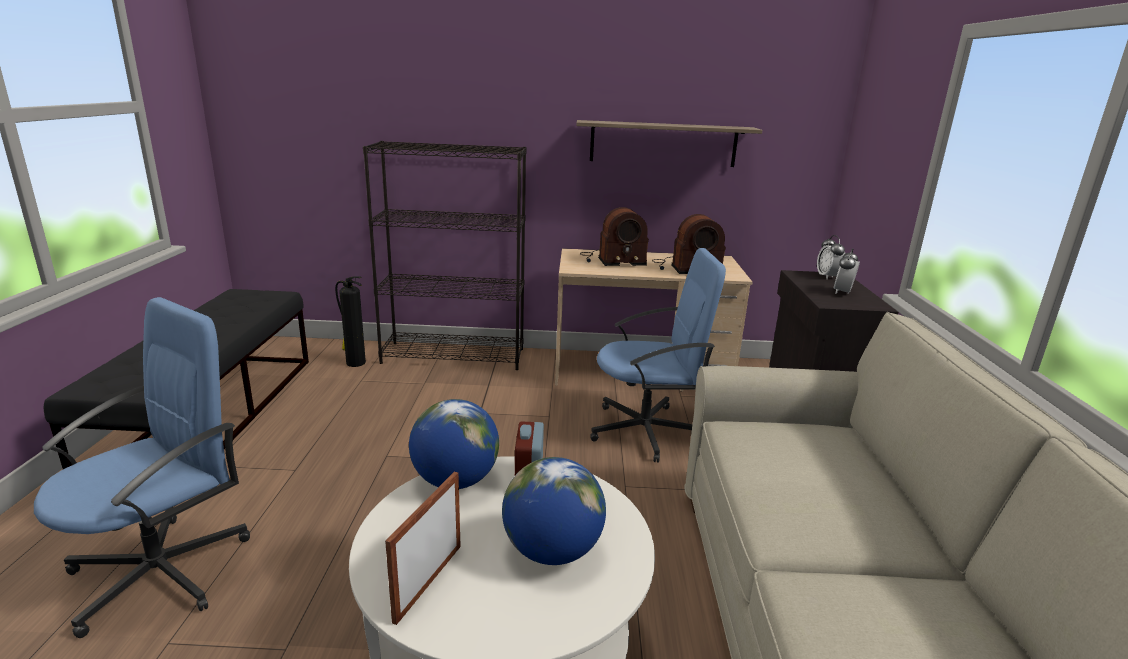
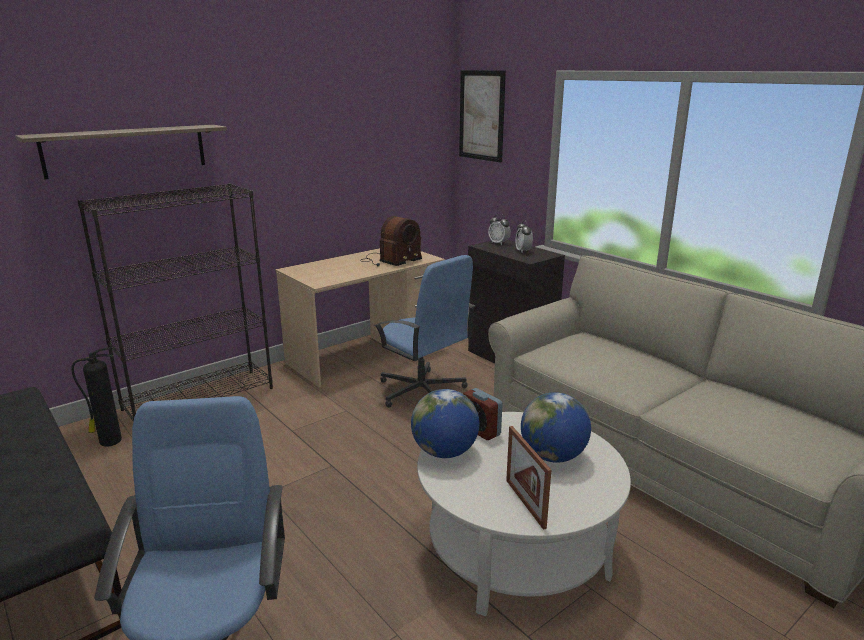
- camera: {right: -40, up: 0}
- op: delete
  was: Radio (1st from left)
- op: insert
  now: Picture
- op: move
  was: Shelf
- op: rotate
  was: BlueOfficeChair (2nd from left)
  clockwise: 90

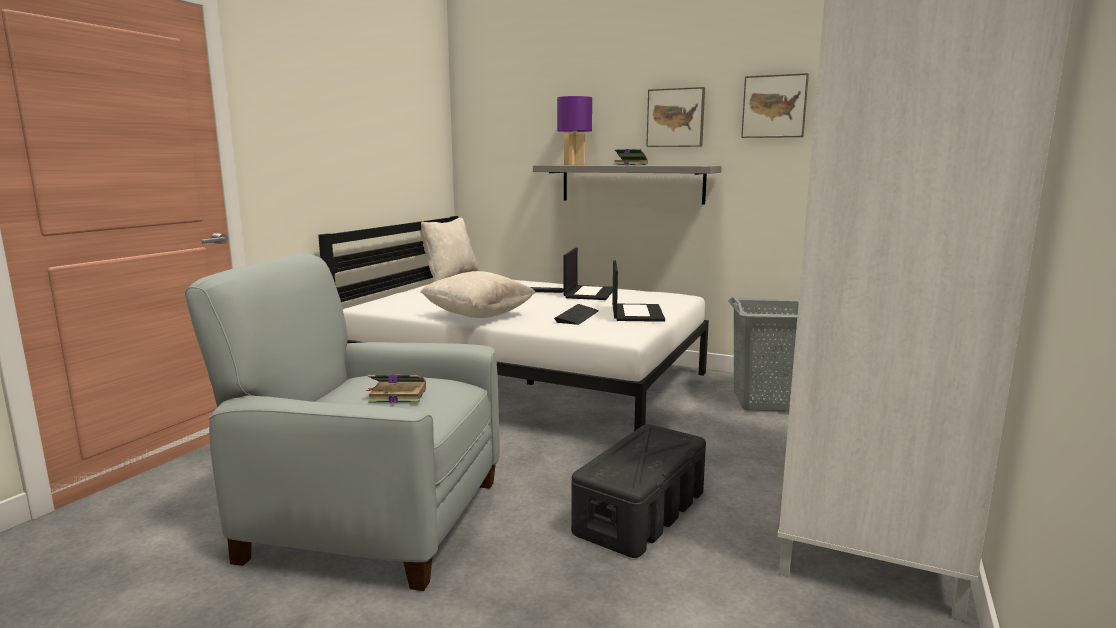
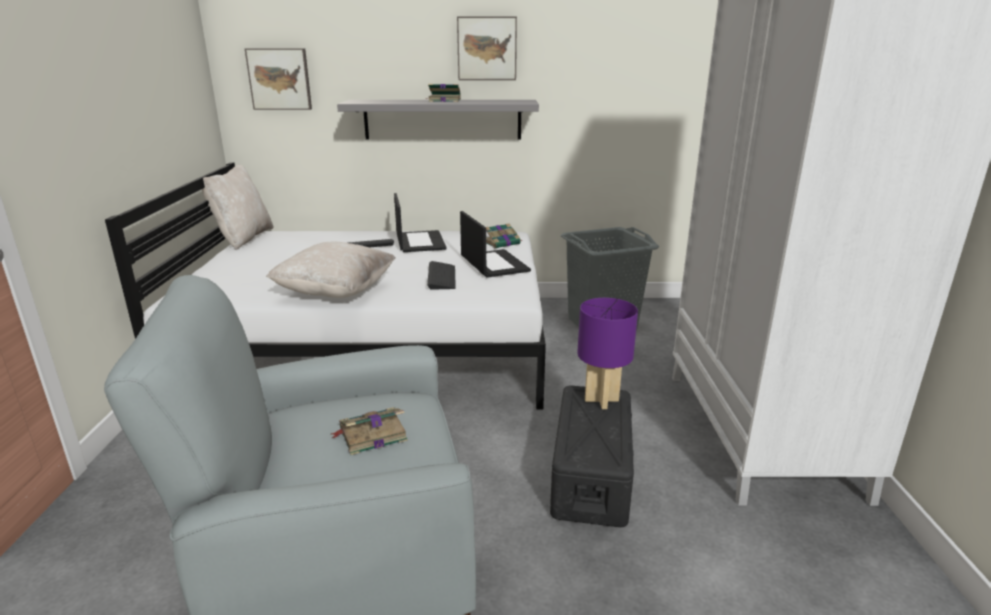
- camera: {right: -25, up: 10}
- op: insert
  now: Book (3rd from left)
- op: move
  was: PurpleTableLamp
- op: move
  was: Picture (2nd from left in the first image)
  now: Picture (1st from left)

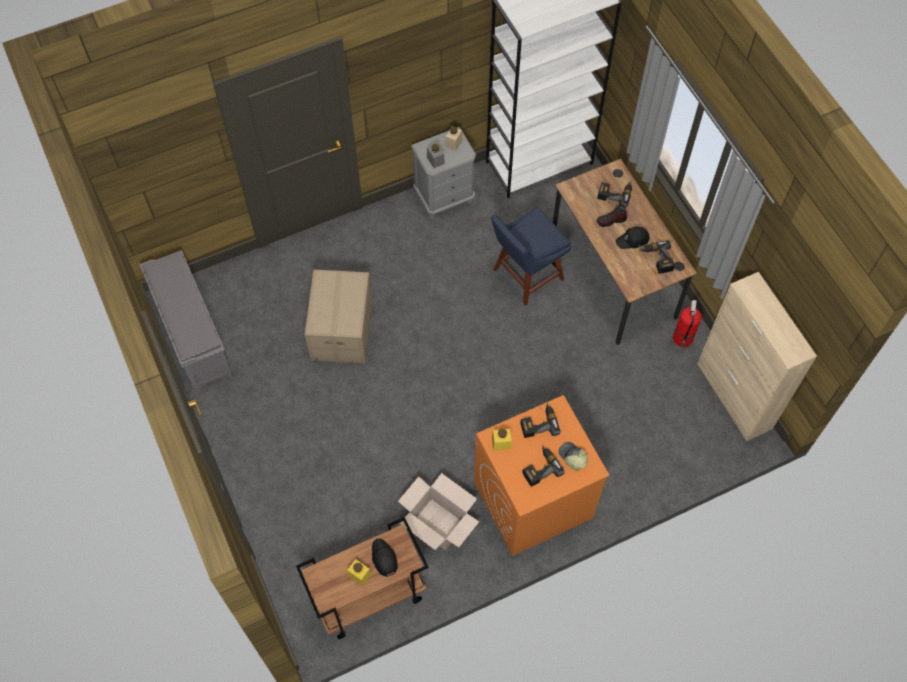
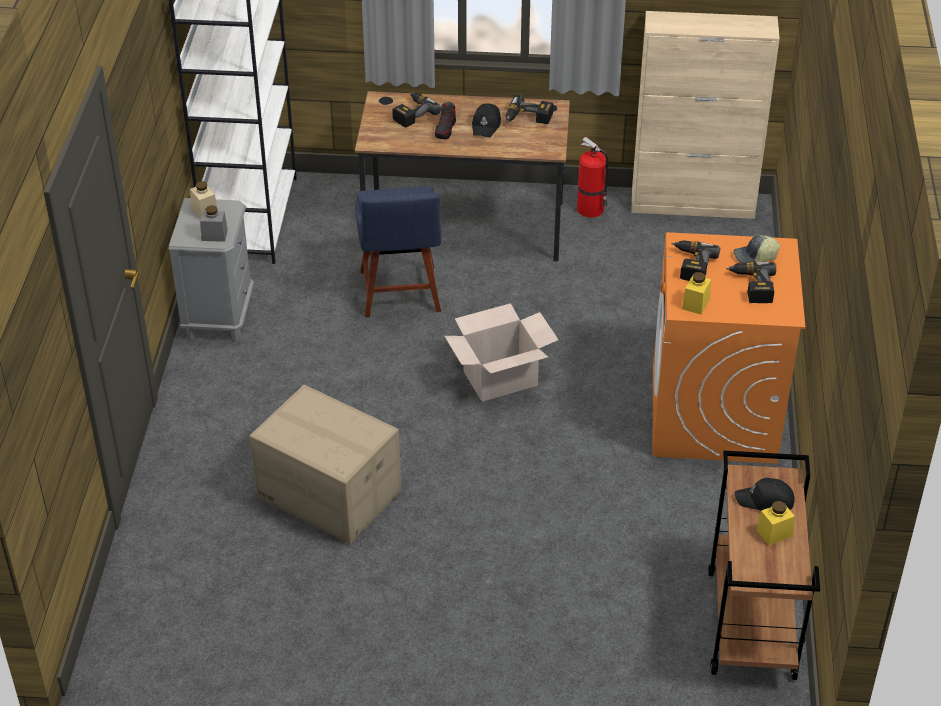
- camera: {right: -60, up: -20}
- op: delete
  was: GreyShoeRack
- op: move
  was: CardboardBox (2nd from left)

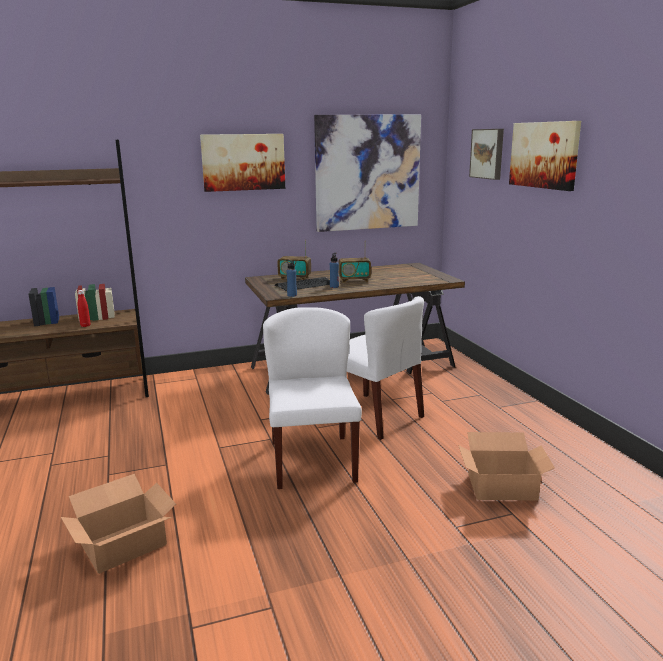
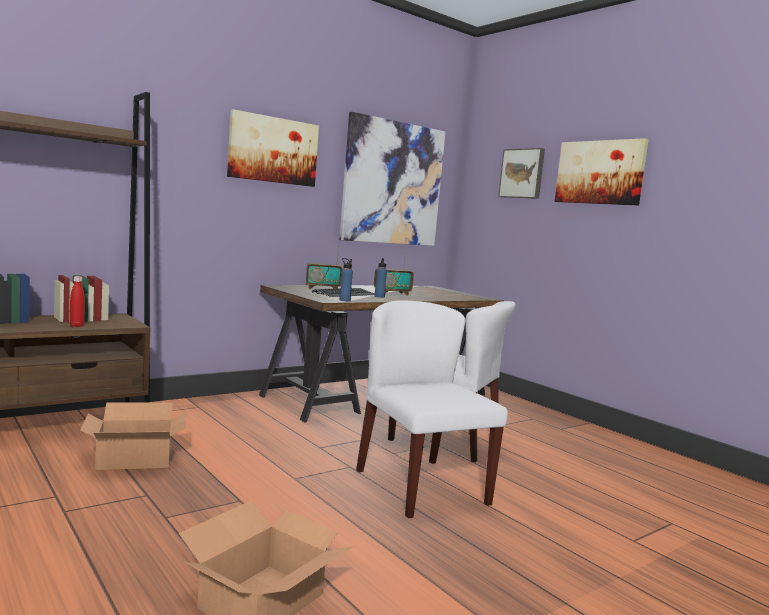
- camera: {right: -20, up: -10}
- op: move
  was: CardboardBox (2nd from left in the first image)
  now: CardboardBox (1st from left)

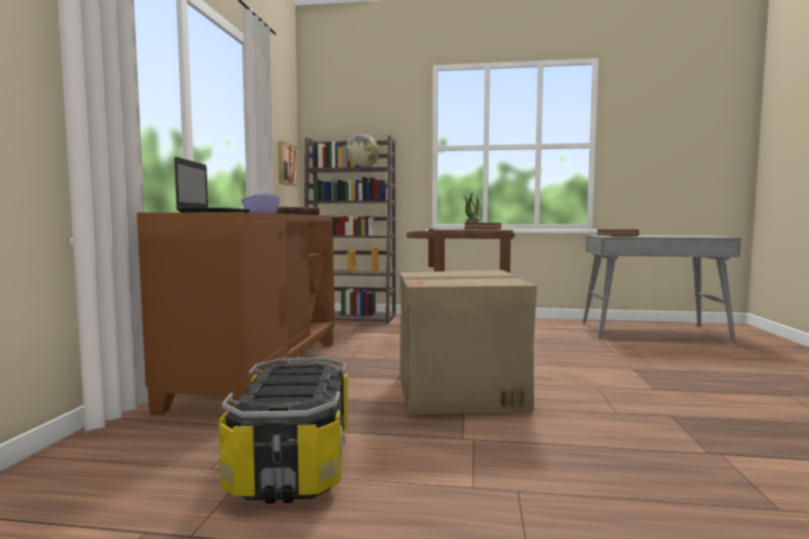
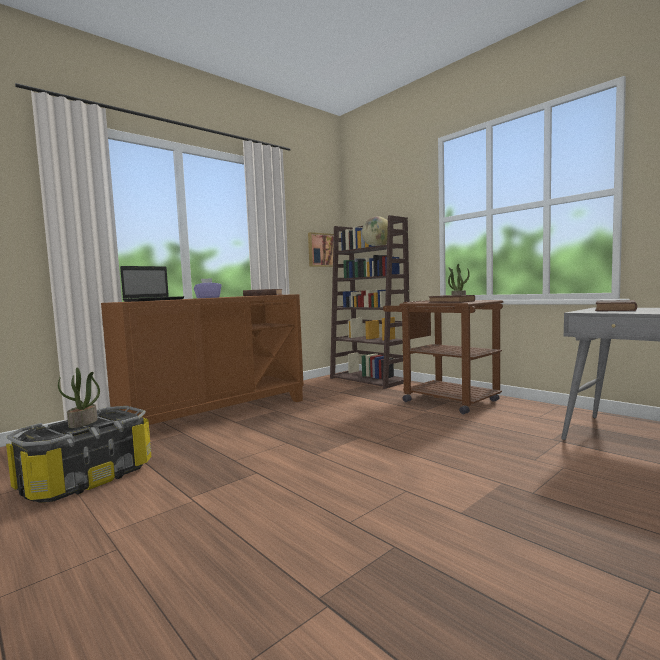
- camera: {right: 40, up: 0}
- op: delete
  was: CardboardBox
- op: insert
  now: PottedPlant (1st from left)

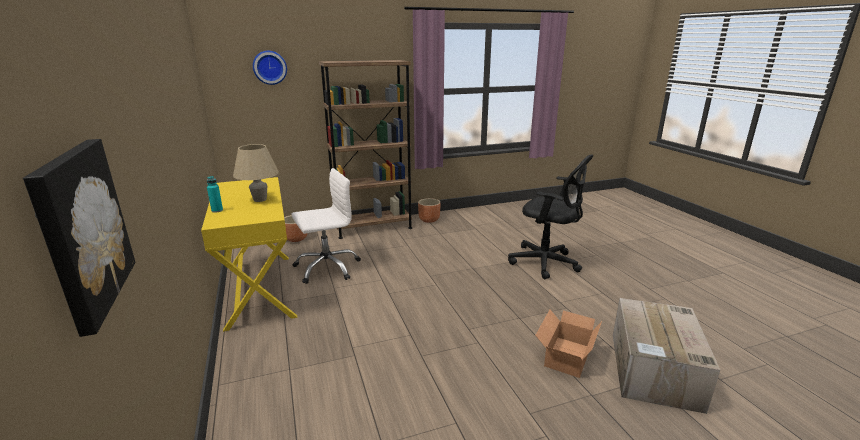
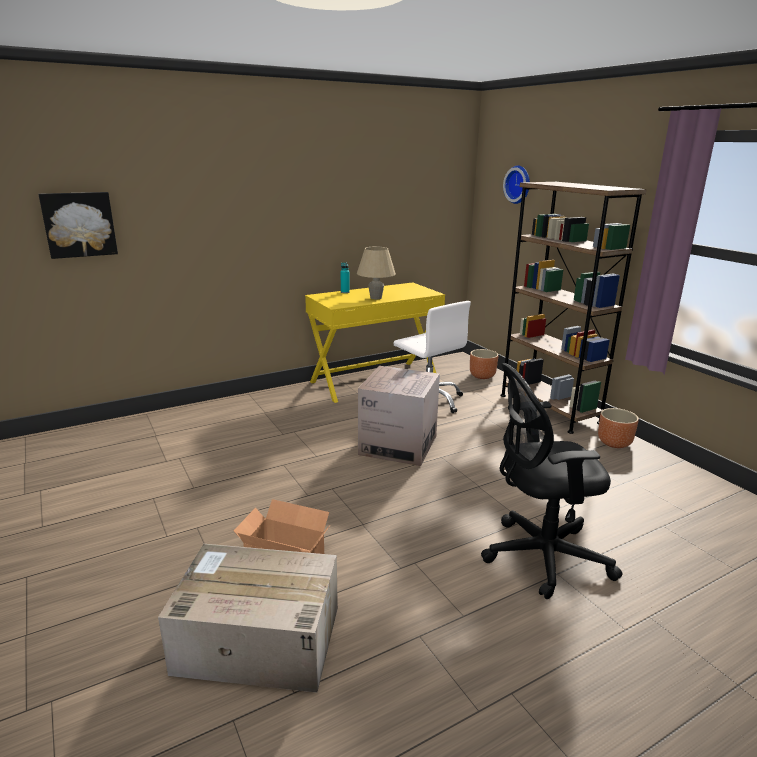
- camera: {right: 80, up: 0}
- op: insert
  now: CardboardBox (3rd from left)
- op: rotate
  was: BlackOfficeChair
  clockwise: 60

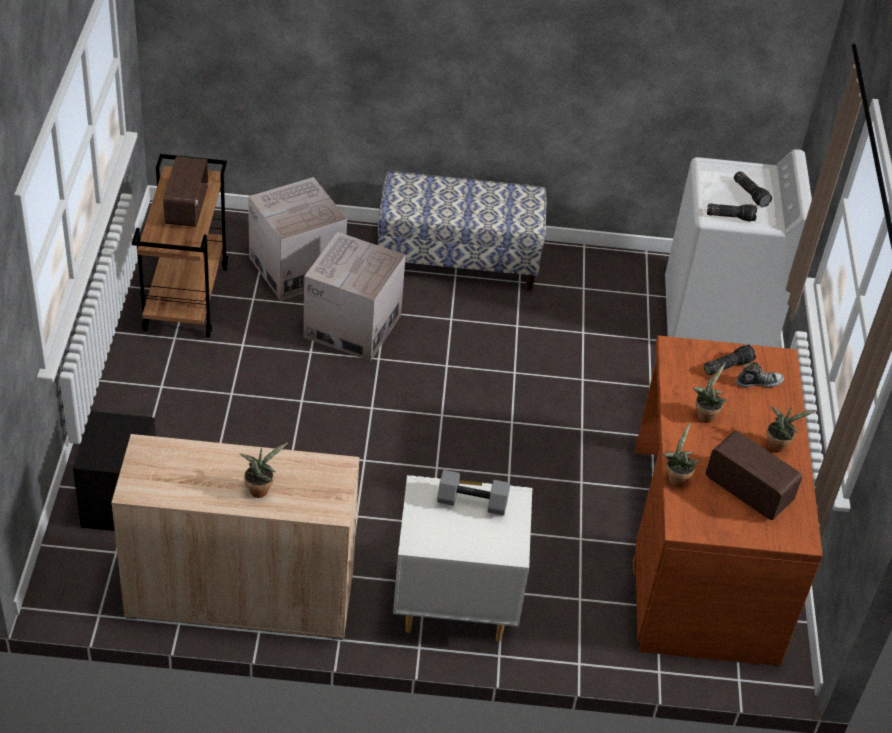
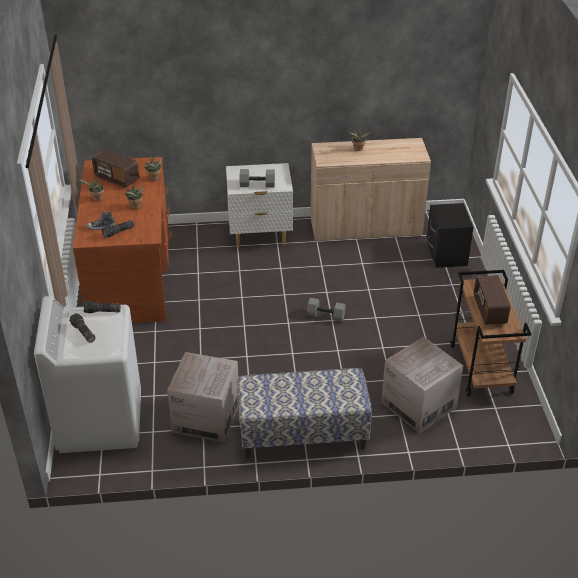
- camera: {right: 175, up: -5}
- op: insert
  now: GreyDumbbell (2nd from left)
- op: move
  was: CardboardBox (2nd from left in the first image)
  now: CardboardBox (1st from left)

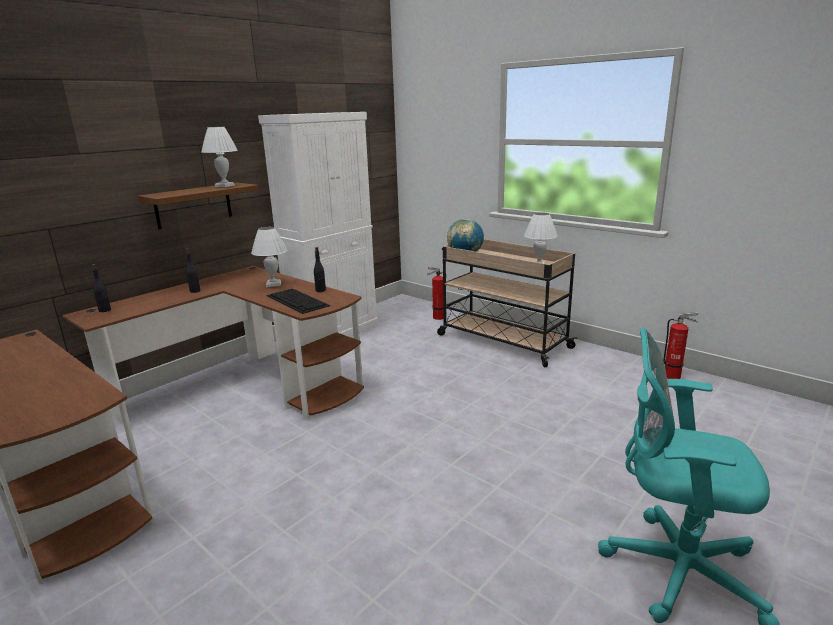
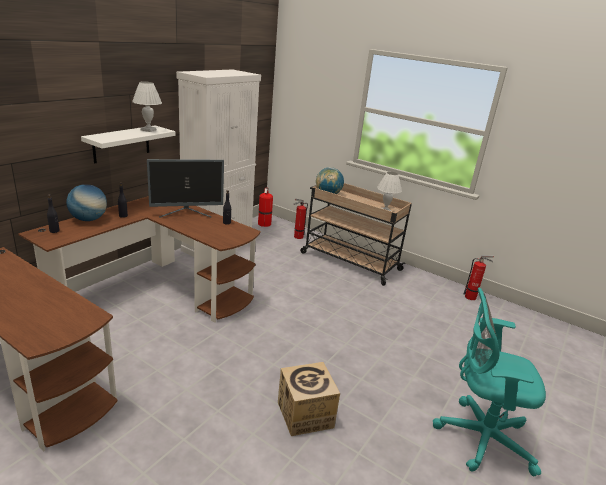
- camera: {right: -10, up: 5}
- op: delete
  was: Keyboard
- op: insert
  now: Globe (1st from left)
- op: insert
  now: FireExtinguisher (1st from left)
- op: insert
  now: CardboardBox
- op: replace
  was: WhiteTableLamp (2nd from left)
  now: Monitor
- op: recolor
  was: BrownShelf
  now: WhiteShelf

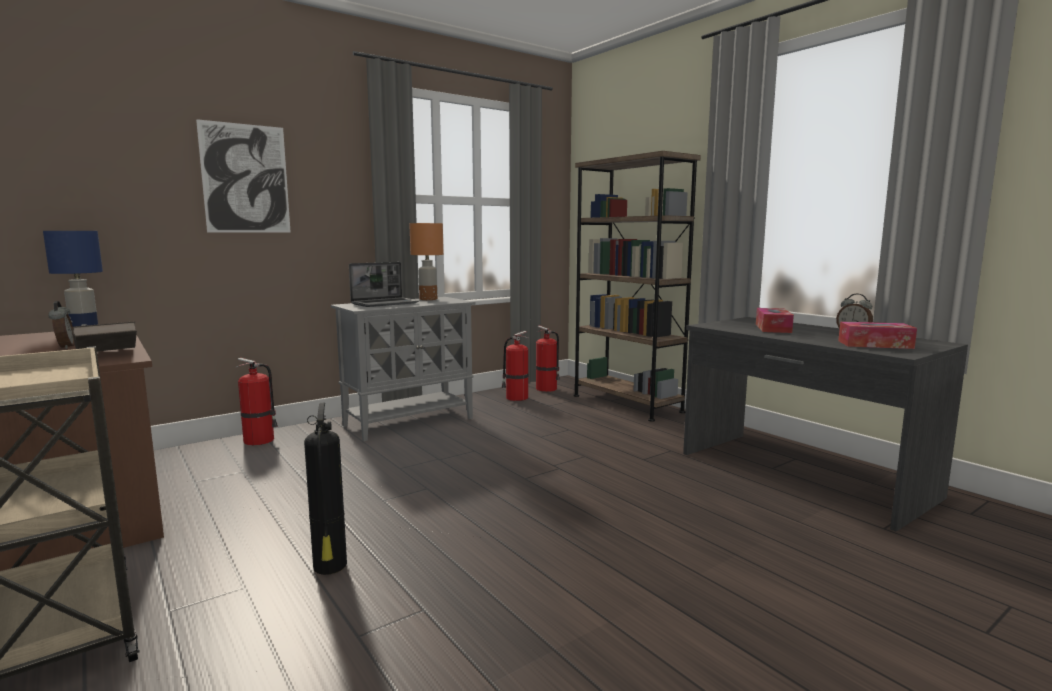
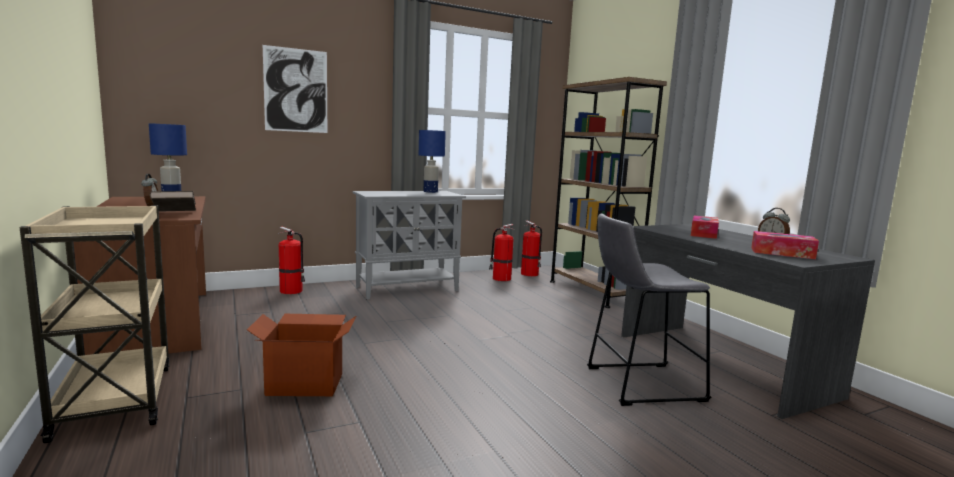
- camera: {right: 10, up: 0}
- op: delete
  was: Laptop
- op: insert
  now: GreyStool
- op: replace
  was: FireExtinguisher (2nd from left)
  now: CardboardBox
- op: recolor
  was: OrangeTableLamp
  now: BlueTableLamp (2nd from left)

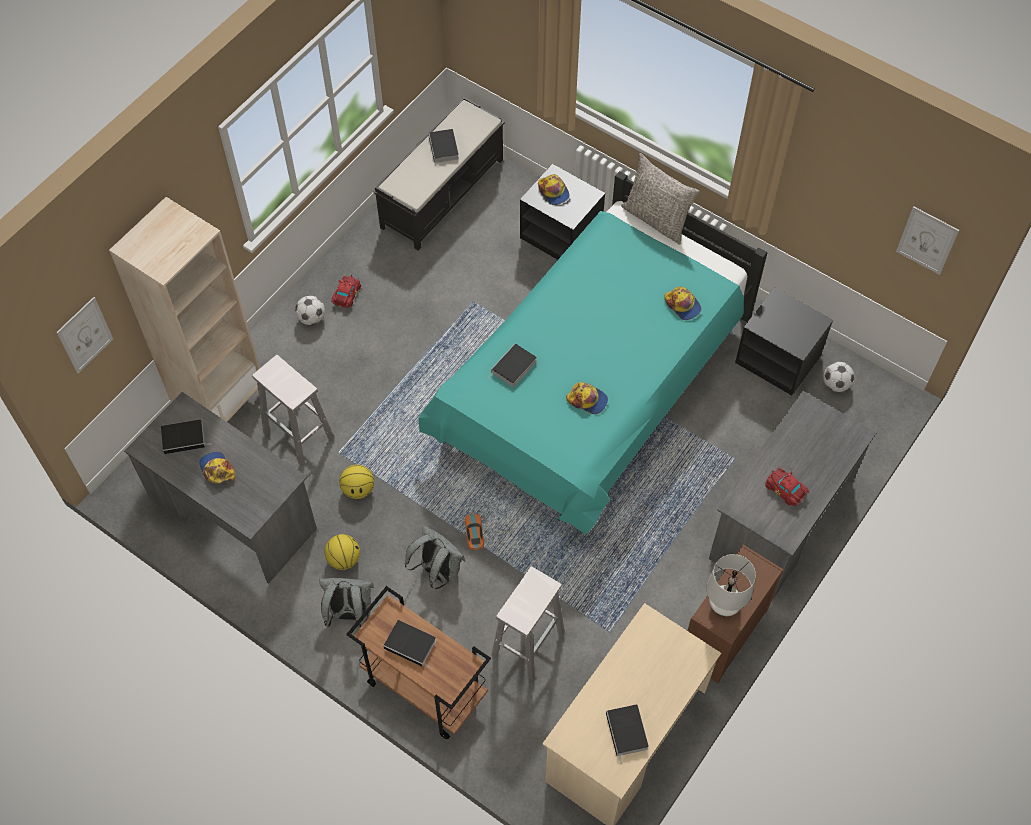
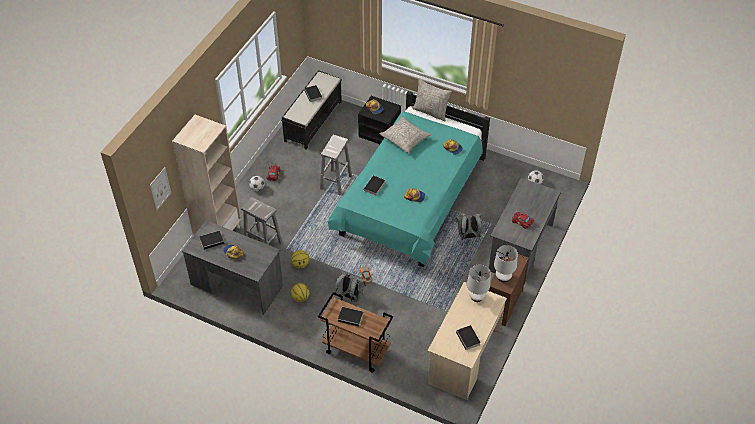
- camera: {right: -10, up: -10}
- op: delete
  was: BlackNightstand (2nd from left)
- op: delete
  was: Picture (2nd from left)
- op: insert
  now: GreyPillow (1st from left)
- op: insert
  now: WhiteTableLamp (1st from left)
- op: move
  was: GreyBackpack (1st from left in the first image)
  now: GreyBackpack (2nd from left)
- op: move
  was: WhiteStool (2nd from left)

